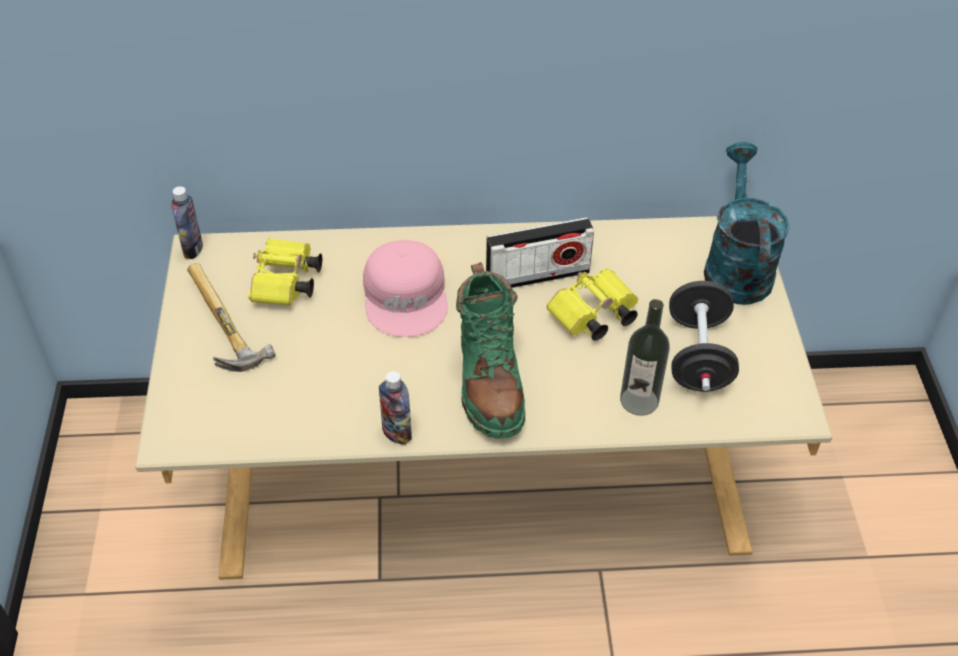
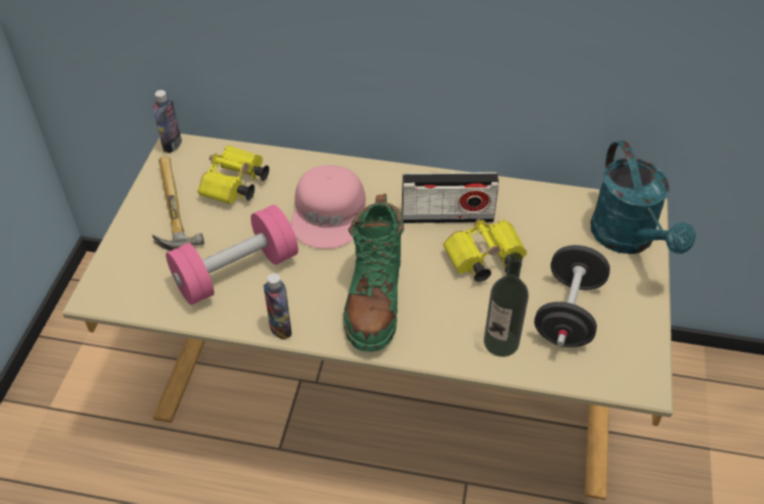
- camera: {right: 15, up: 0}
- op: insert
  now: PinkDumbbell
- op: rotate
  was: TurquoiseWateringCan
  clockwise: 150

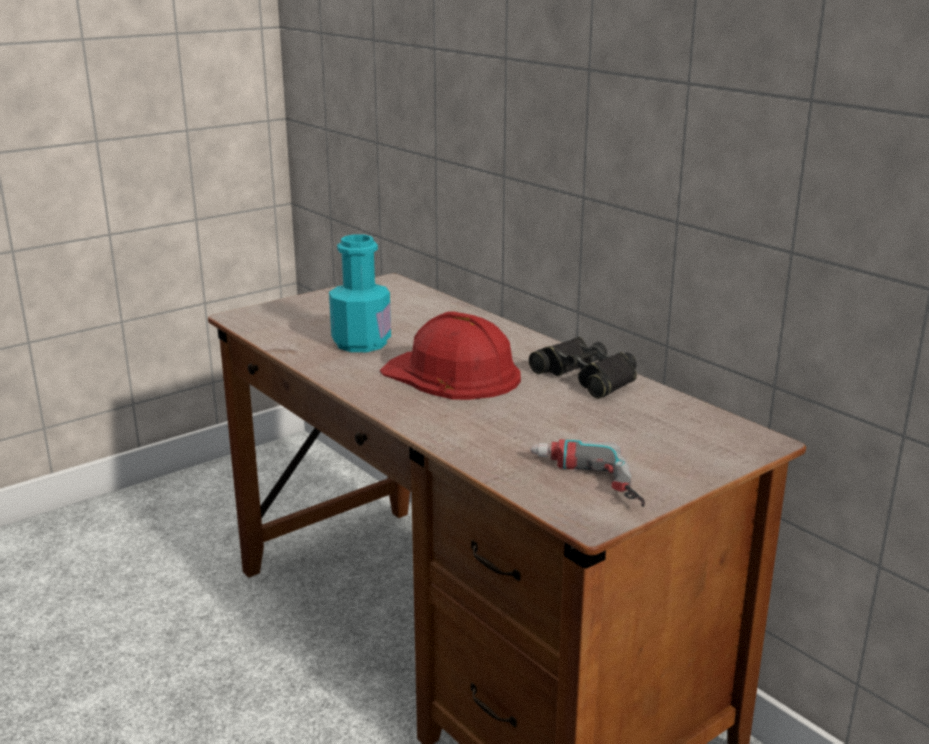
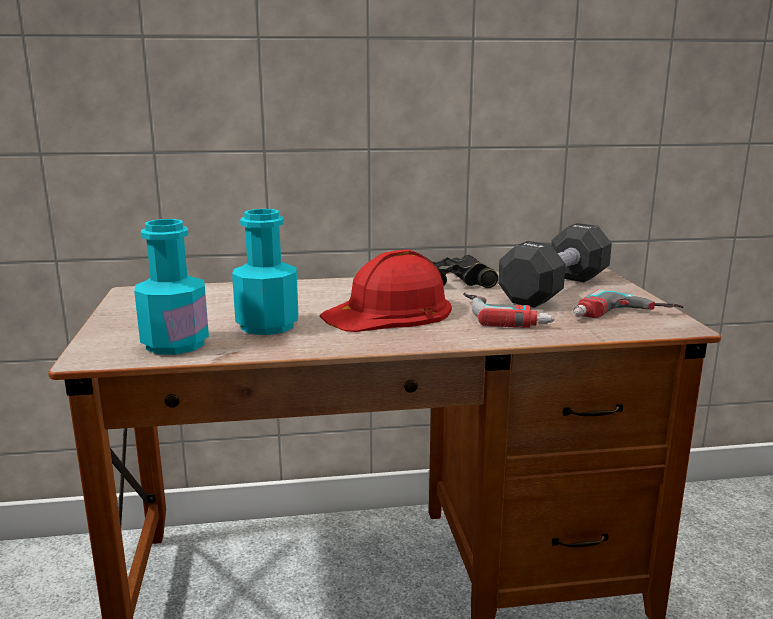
- camera: {right: -60, up: -5}
- op: insert
  now: TurquoiseBottle (1st from left)
- op: insert
  now: PowerDrill (1st from left)
- op: insert
  now: BlackDumbbell

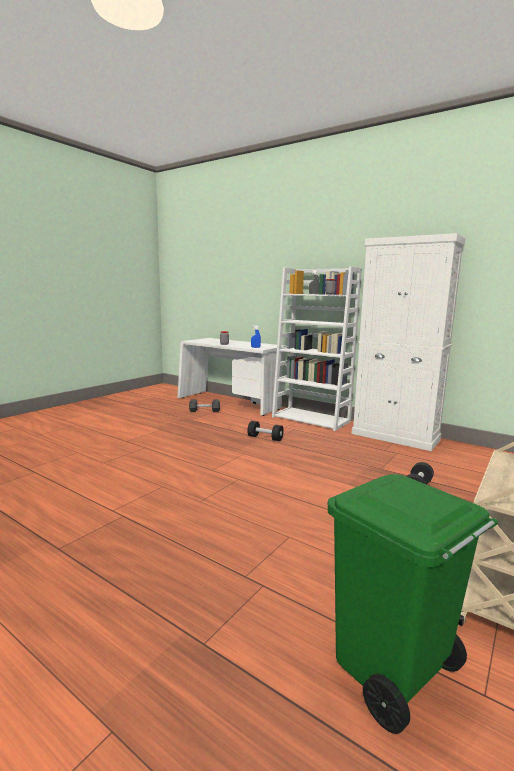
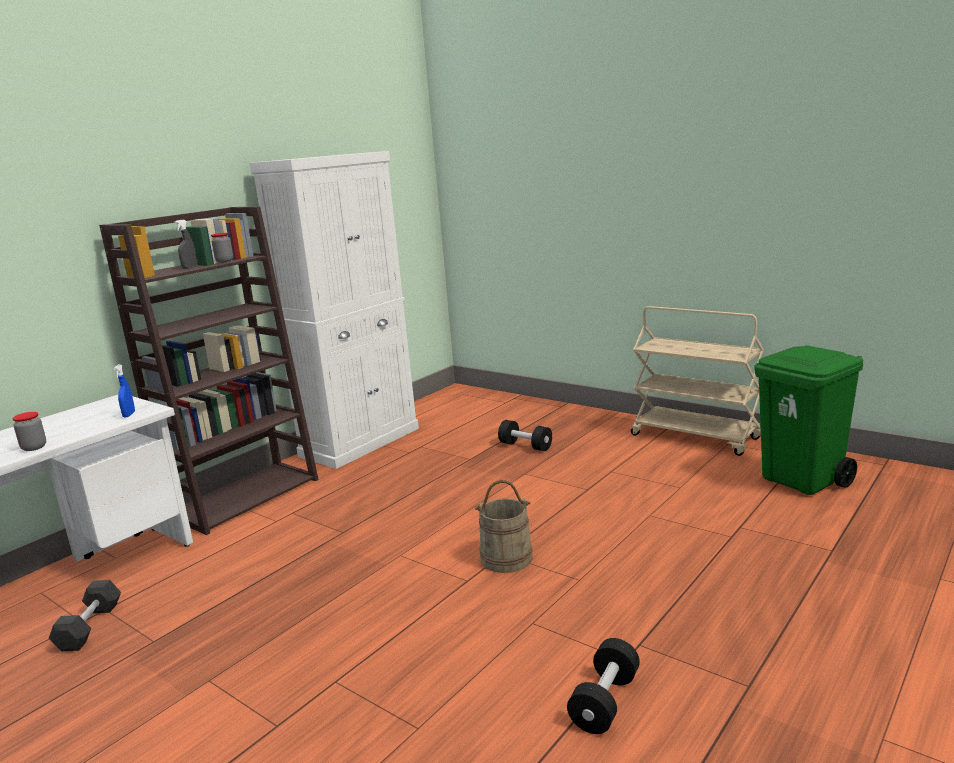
- camera: {right: -85, up: 5}
- op: insert
  now: BeigeBucket
- op: move
  was: BlackDumbbell (2nd from left in the first image)
  now: BlackDumbbell (3rd from left)
- op: recolor
  was: WhiteBookcase
  now: BrownBookcase

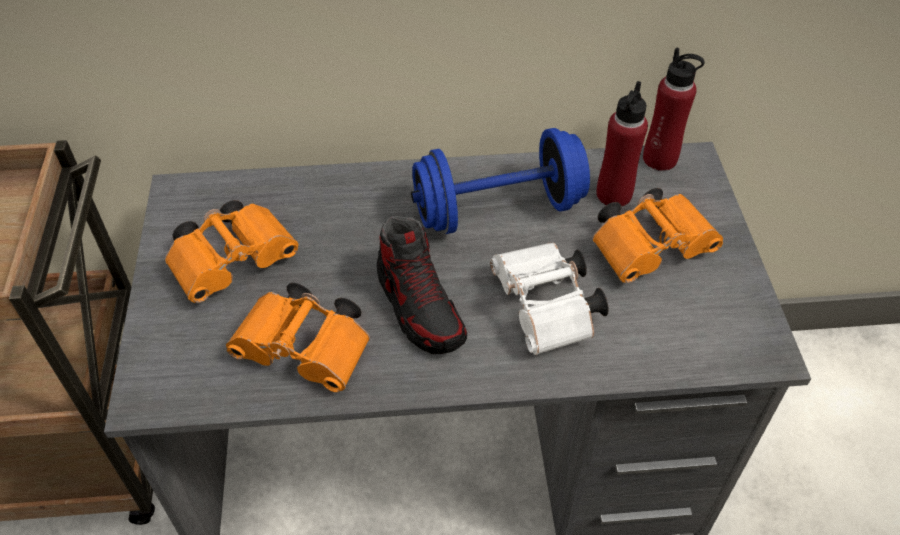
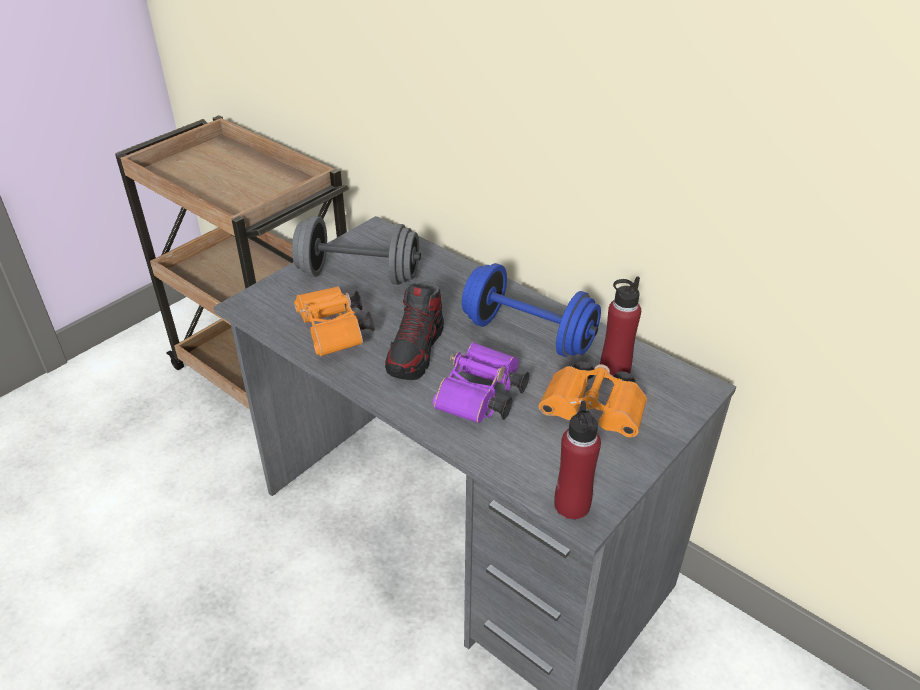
- camera: {right: 45, up: -10}
- op: move
  was: RedBottle (2nd from left in the first image)
  now: RedBottle (1st from left)
- op: replace
  was: OrangeBinoculars (1st from left)
  now: GreyDumbbell
- op: recolor
  was: WhiteBinoculars
  now: PurpleBinoculars

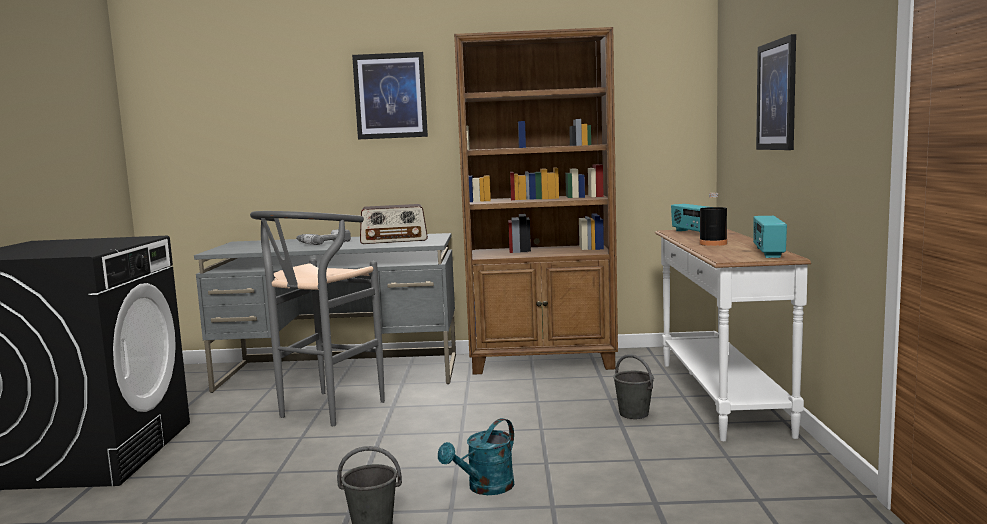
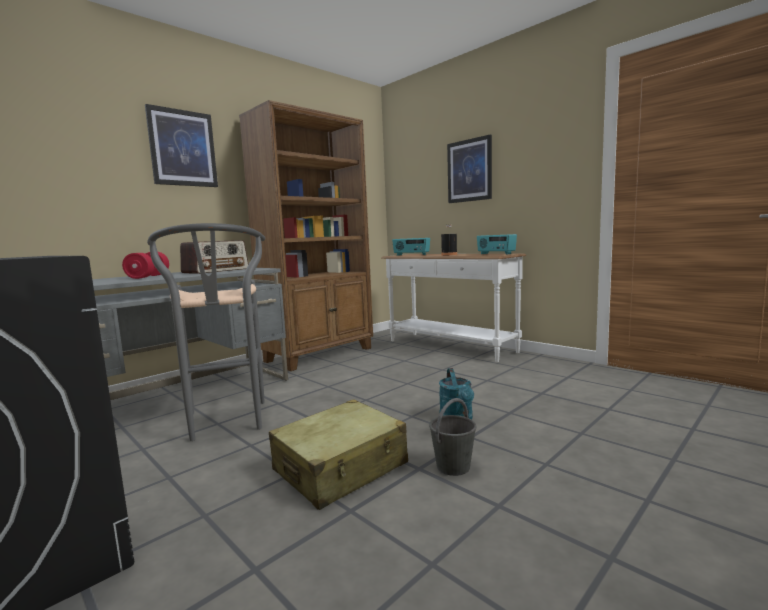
- camera: {right: -45, up: 0}
- op: delete
  was: GreyBucket (2nd from left)
- op: insert
  now: BeigeSuitcase
- op: replace
  was: PowerDrill
  now: RedDumbbell

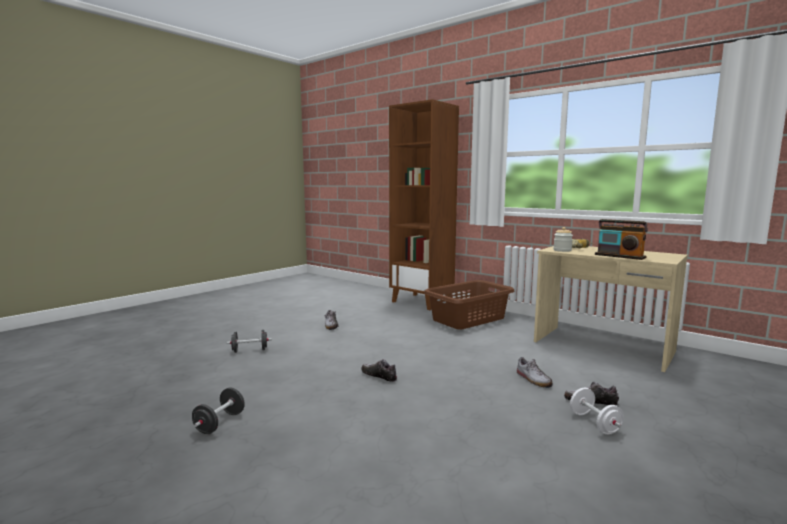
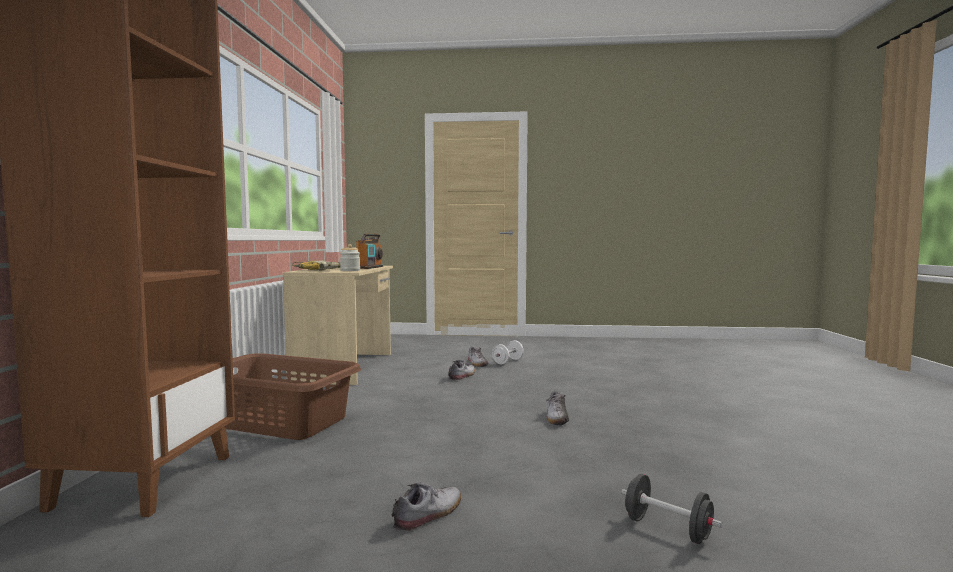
- camera: {right: -125, up: -5}
- op: delete
  was: BlackDumbbell (1st from left)

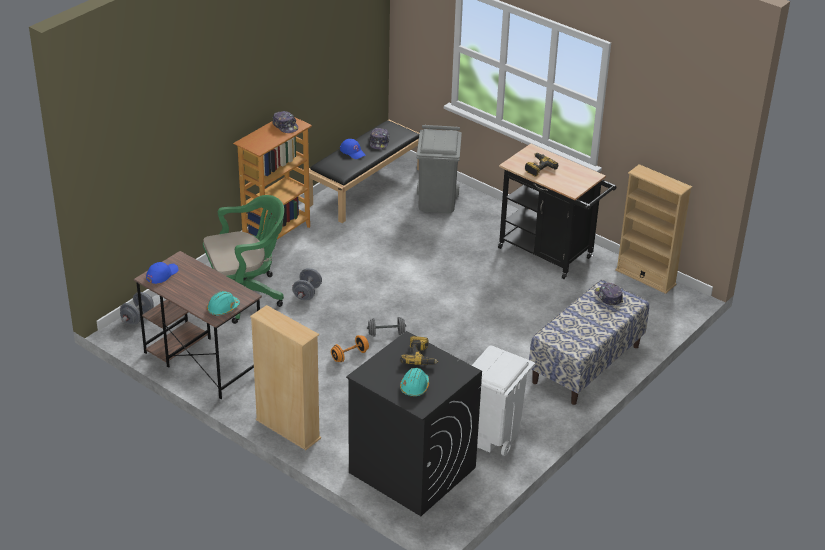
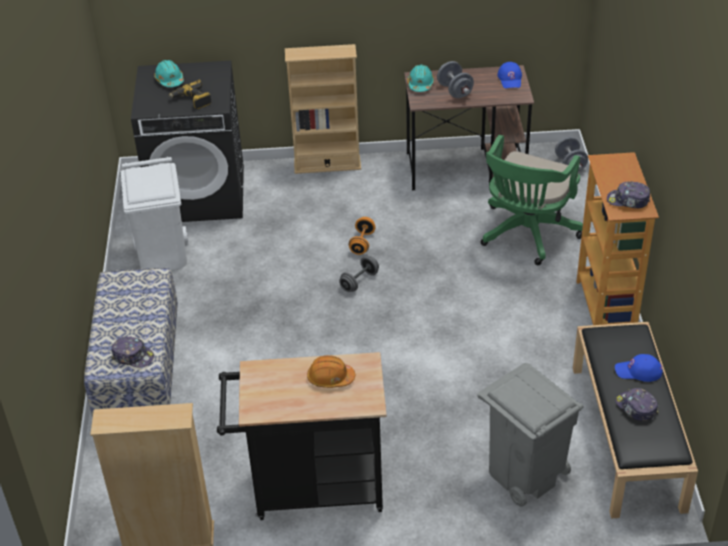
- camera: {right: 140, up: 5}
- op: move
  was: GreyDumbbell (2nd from left)
- op: replace
  was: PowerDrill (2nd from left)
  now: OrangeHardHat

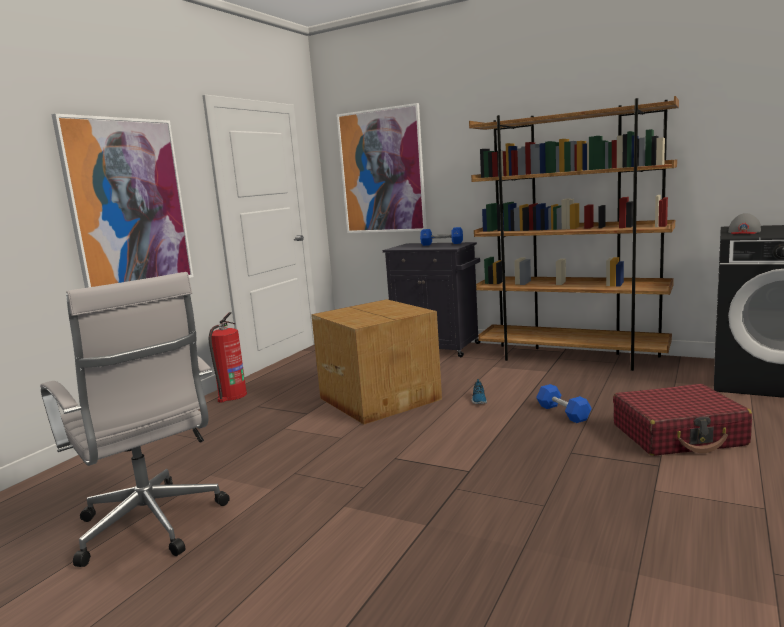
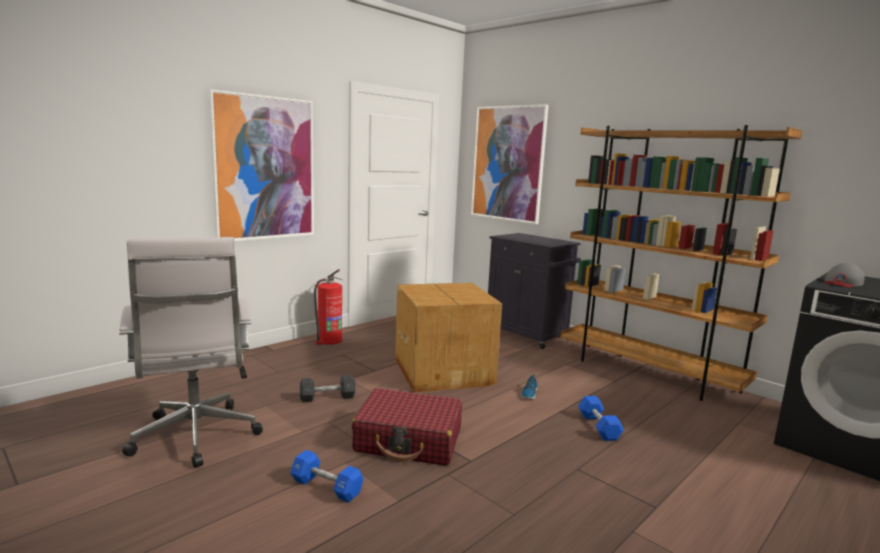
- camera: {right: 15, up: 0}
- op: insert
  now: GreyDumbbell
- op: move
  was: BlueDumbbell (1st from left)
- op: move
  was: RedSuitcase

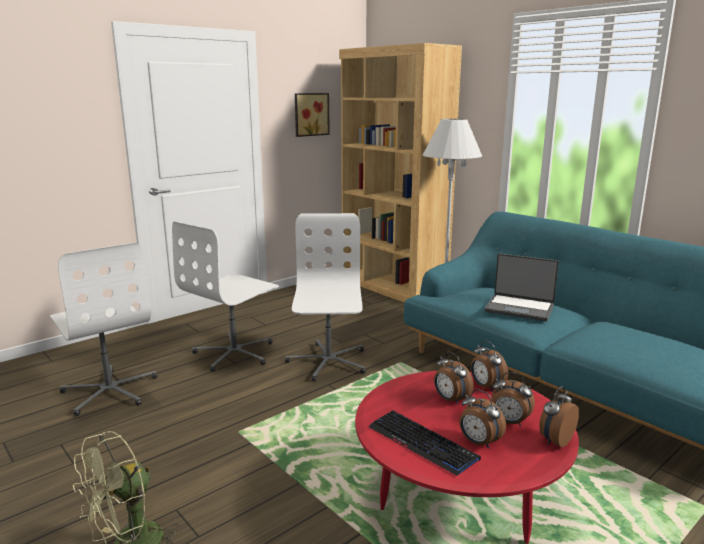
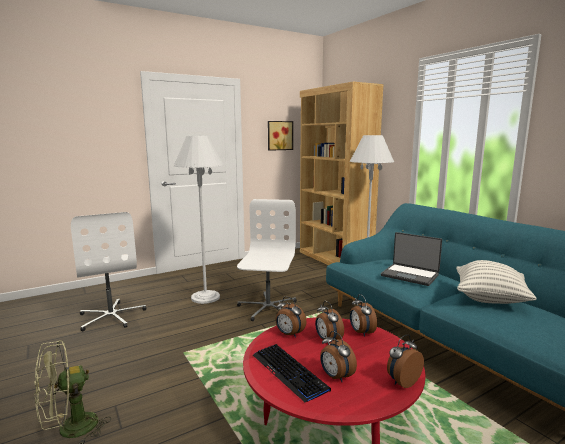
- camera: {right: 10, up: -5}
- op: insert
  now: Pillow
- op: move
  was: AlarmClock (4th from left in the first image)
  now: AlarmClock (1st from left)
- op: replace
  was: WhiteOfficeChair (2nd from left)
  now: WhiteFloorLamp (1st from left)

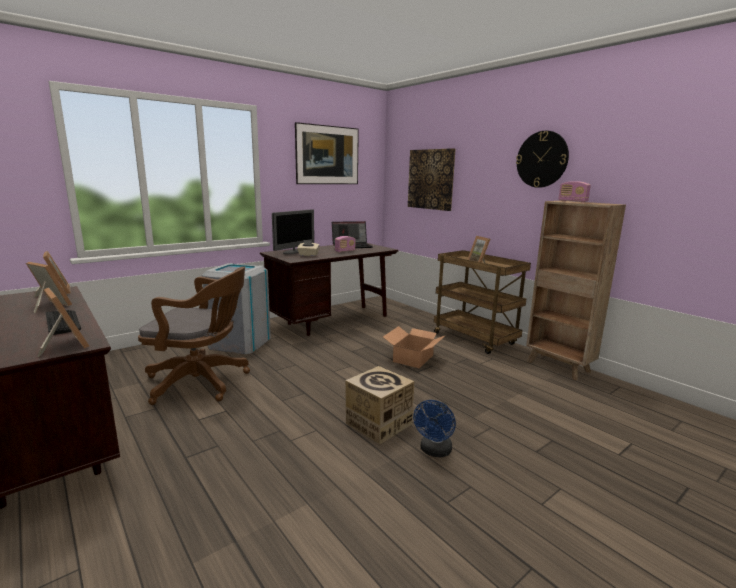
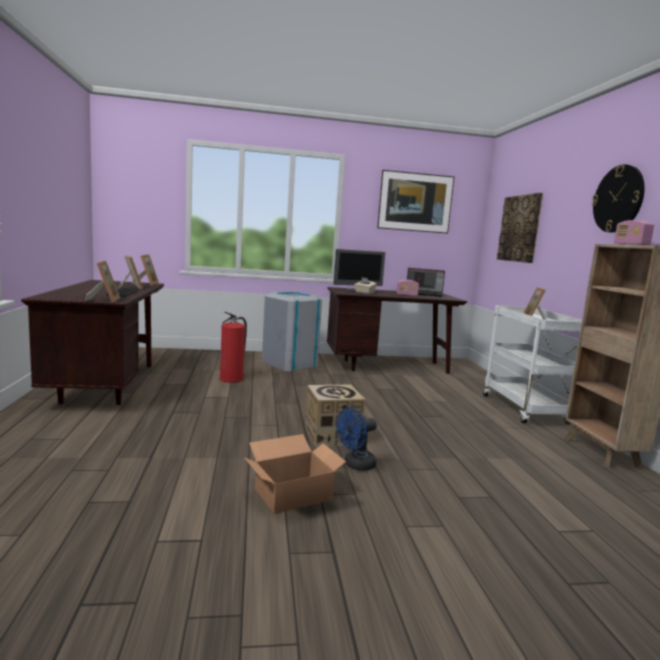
- camera: {right: 30, up: -5}
- op: move
  was: CardboardBox (2nd from left in the first image)
  now: CardboardBox (1st from left)
- op: replace
  was: BrownOfficeChair
  now: FireExtinguisher
- op: recolor
  was: BrownCart
  now: WhiteCart

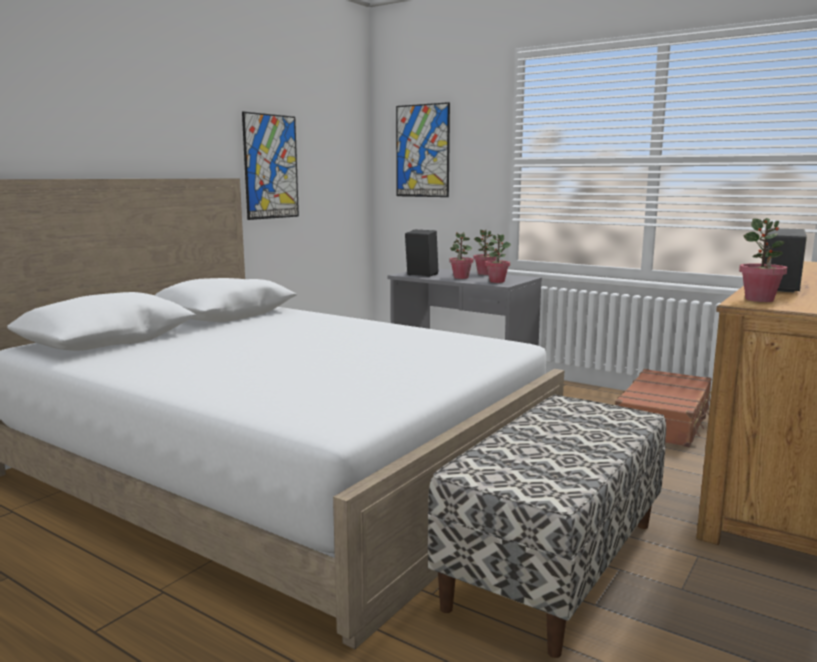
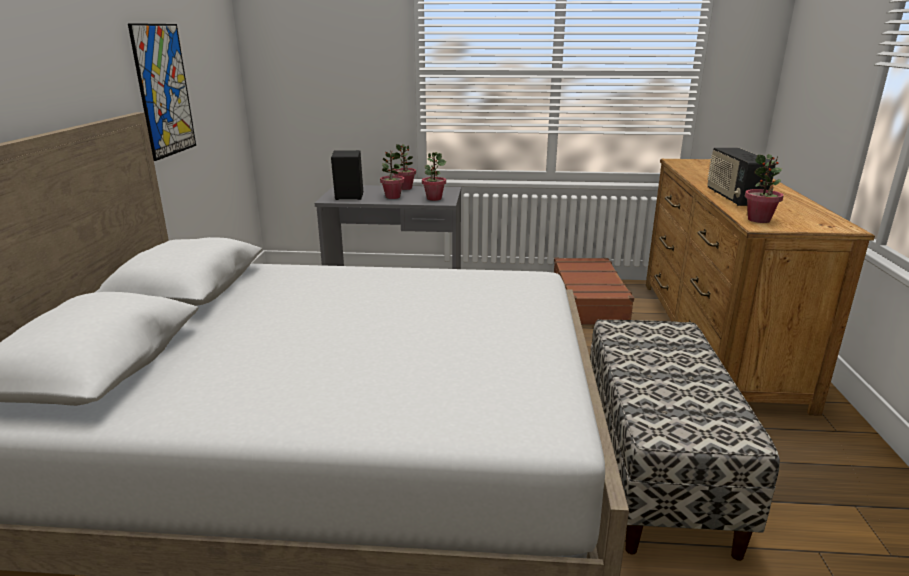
- camera: {right: -30, up: 10}
- op: delete
  was: Picture (2nd from left)

